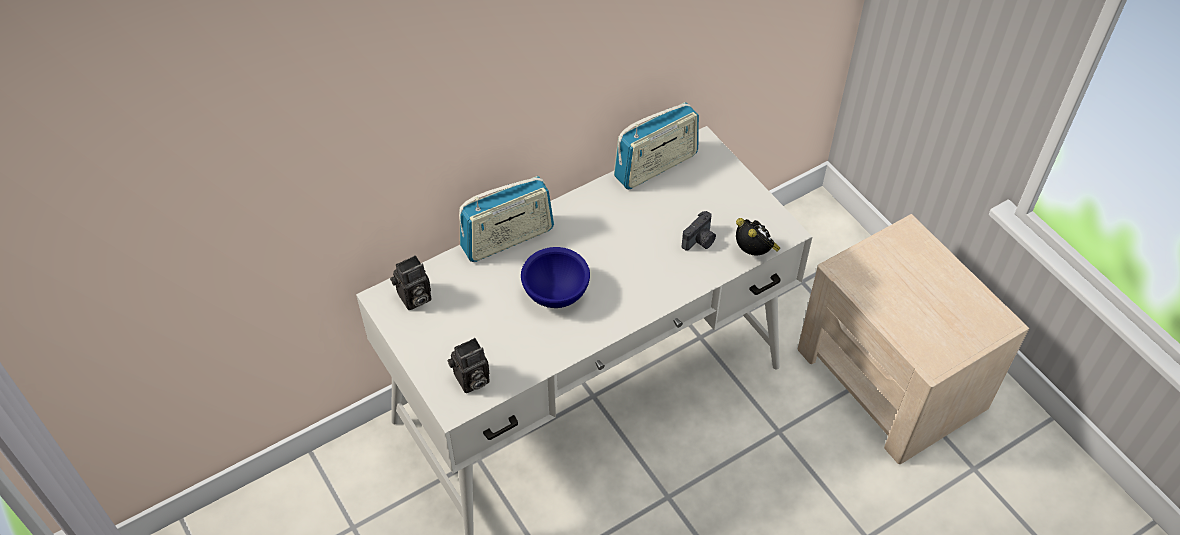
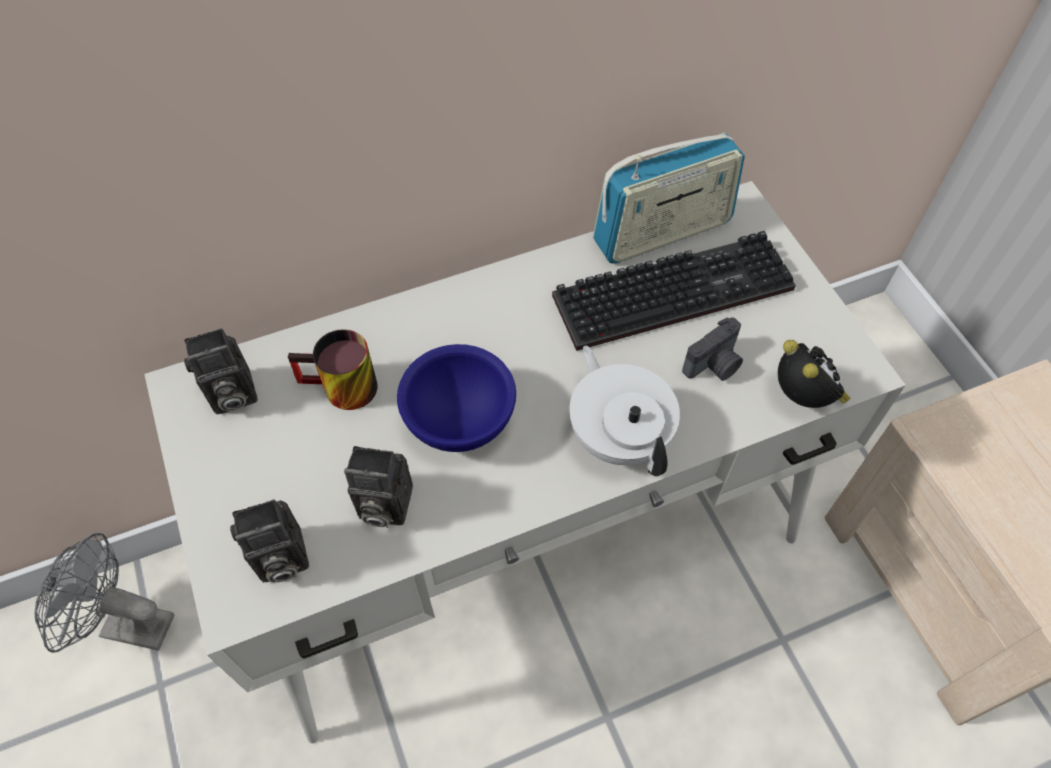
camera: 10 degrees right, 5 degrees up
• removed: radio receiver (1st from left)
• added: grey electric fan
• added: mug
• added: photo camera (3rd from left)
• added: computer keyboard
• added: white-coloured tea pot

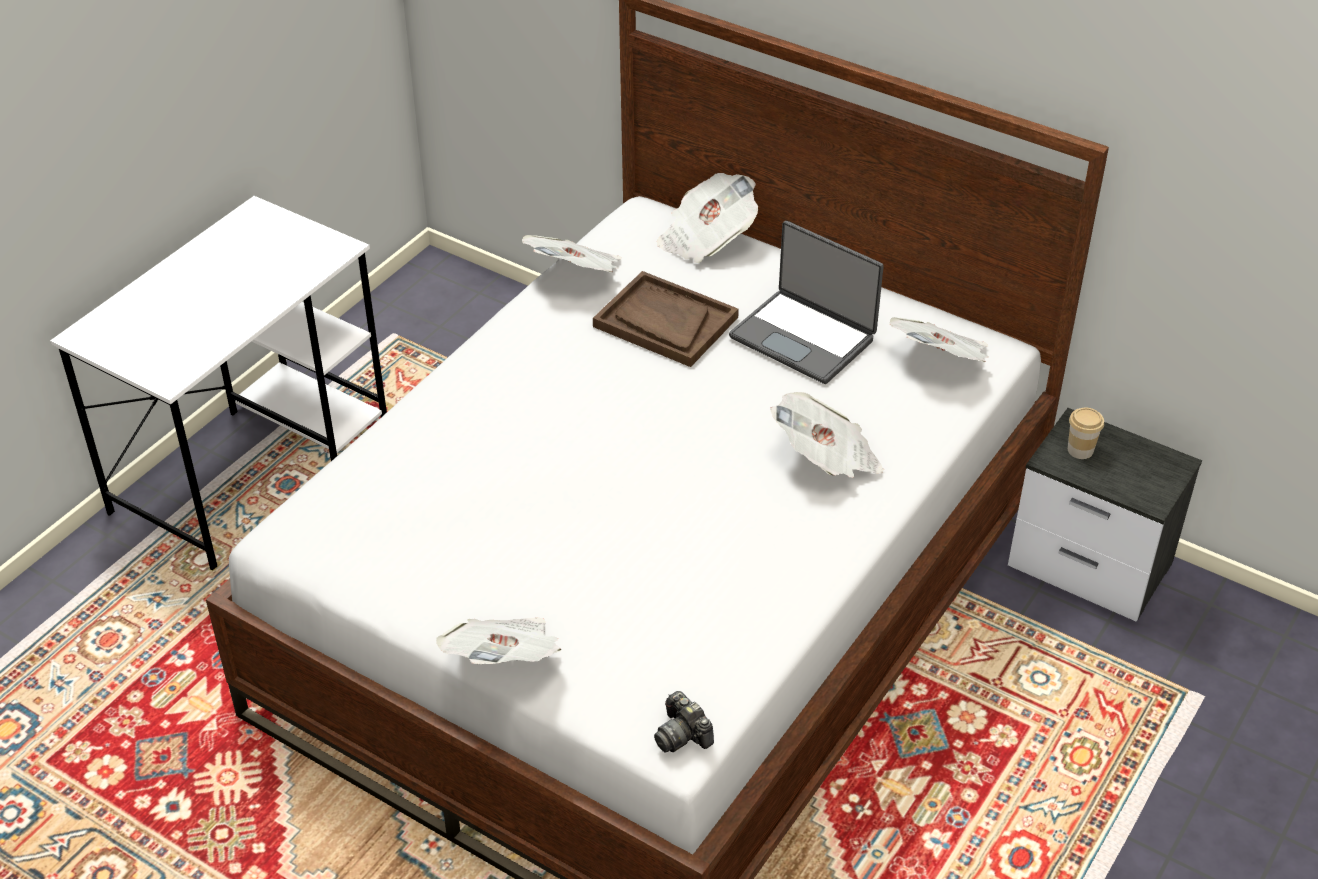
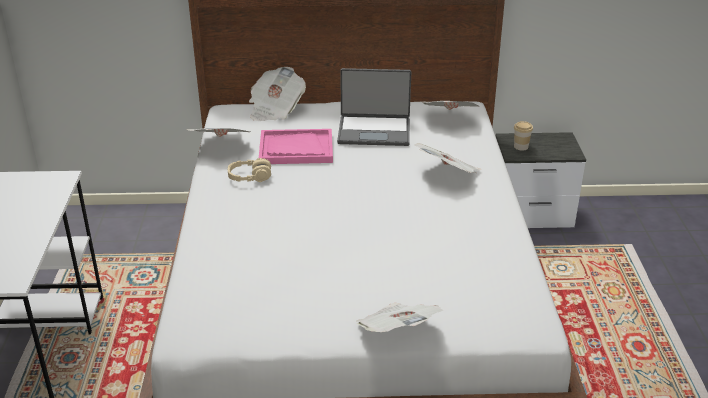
camera: 35 degrees left, 10 degrees down
• recoloured: brown carrying tray to pink-coloured carrying tray
• removed: photo camera
• added: sand-coloured headset

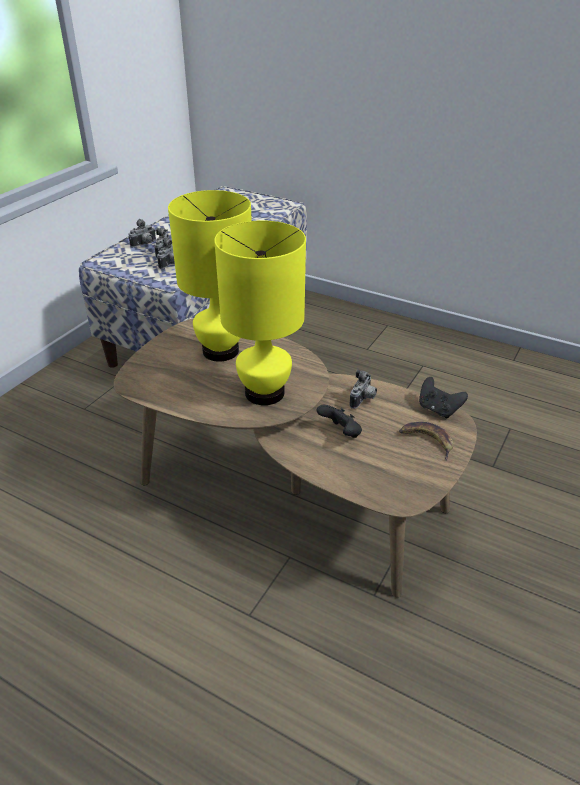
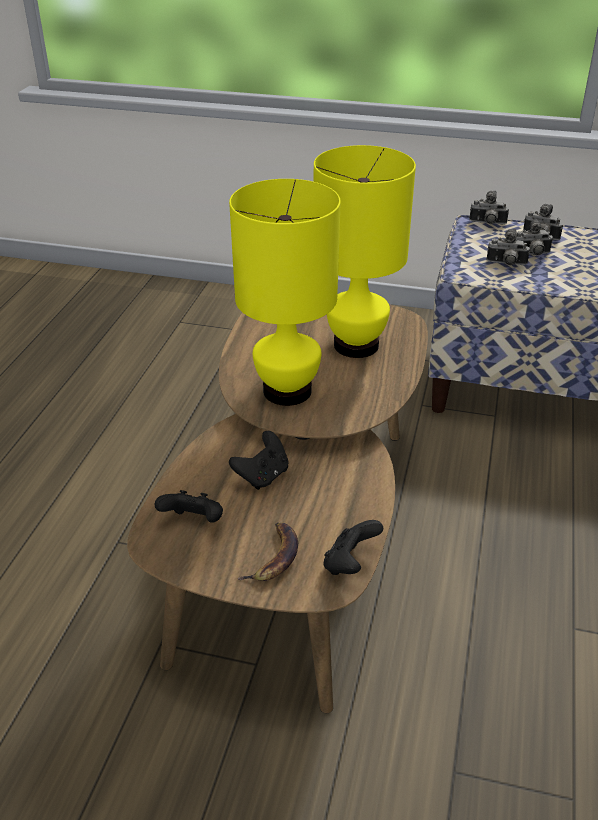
camera: 75 degrees right, 0 degrees up
• moved: photo camera (4th from left in the first image) to photo camera (1st from left)
• added: blackish game controller (1st from left)

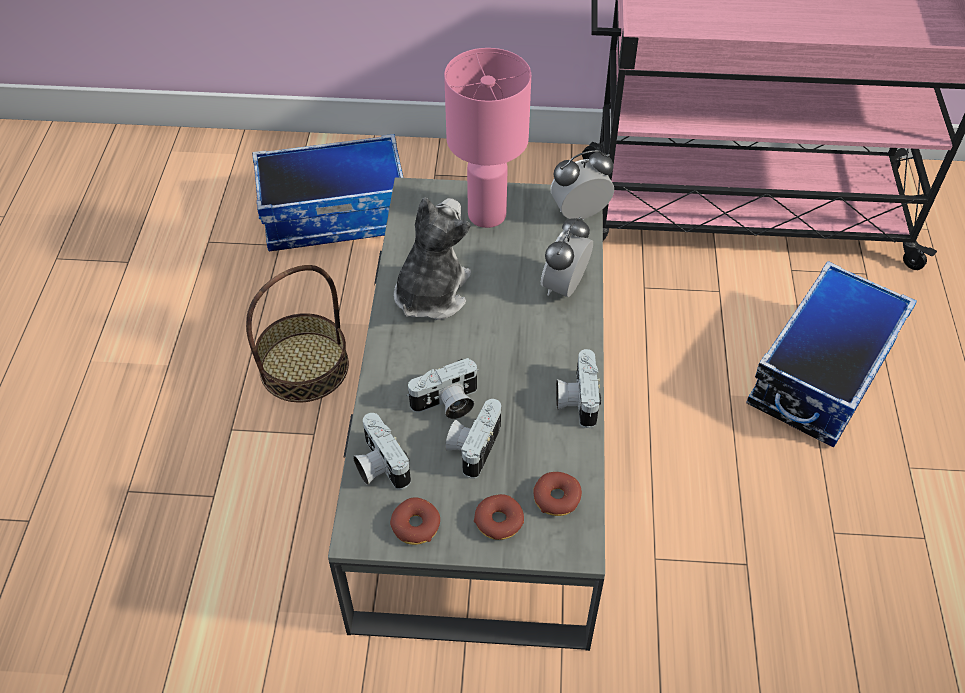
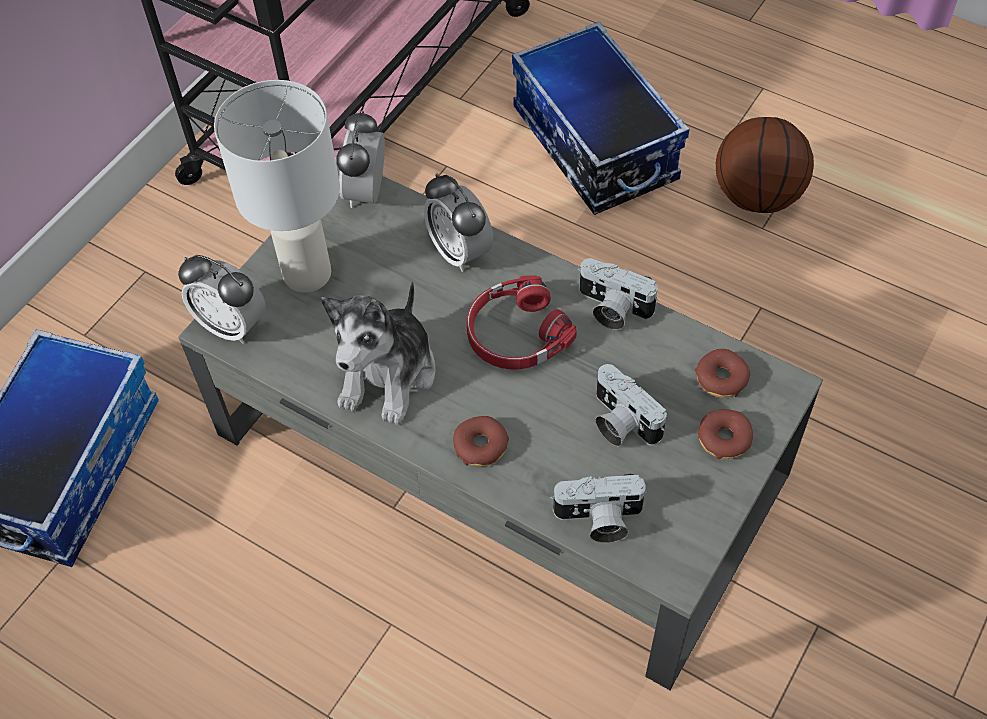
camera: 60 degrees left, 5 degrees up
• removed: storage basket
• moved: doughnut (1st from left)
• turned: soft toy 120 degrees counterclockwise
• removed: photo camera (2nd from left)
• recoloured: pink-coloured table lamp to white-coloured table lamp
• added: alarm clock (1st from left)
• added: red headset
• added: basketball

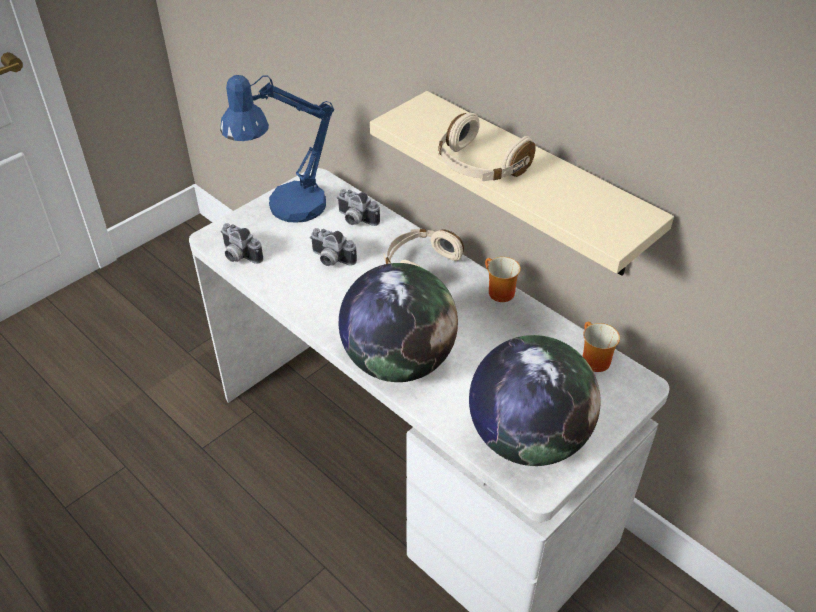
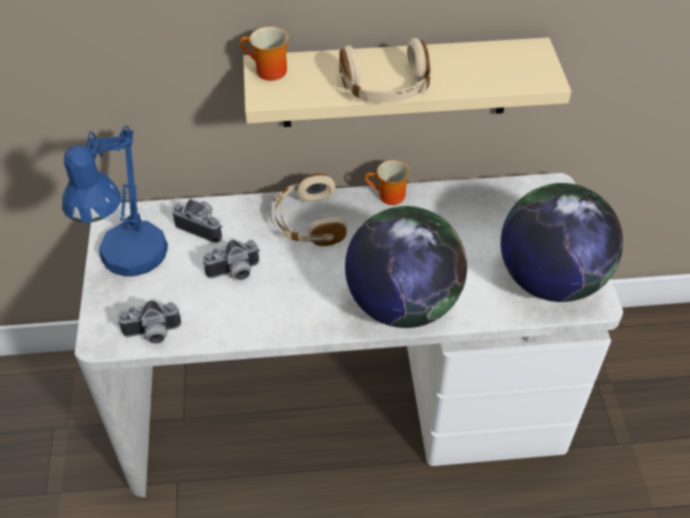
camera: 50 degrees left, 5 degrees up
• turned: photo camera (3rd from left in the first image) 135 degrees counterclockwise
• moved: mug (2nd from left in the first image) to mug (1st from left)

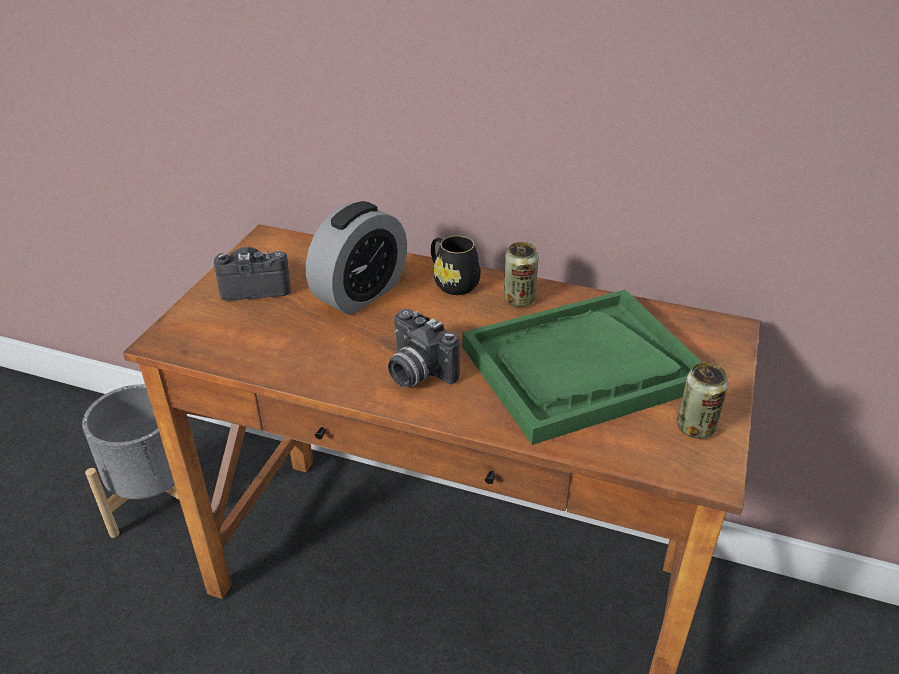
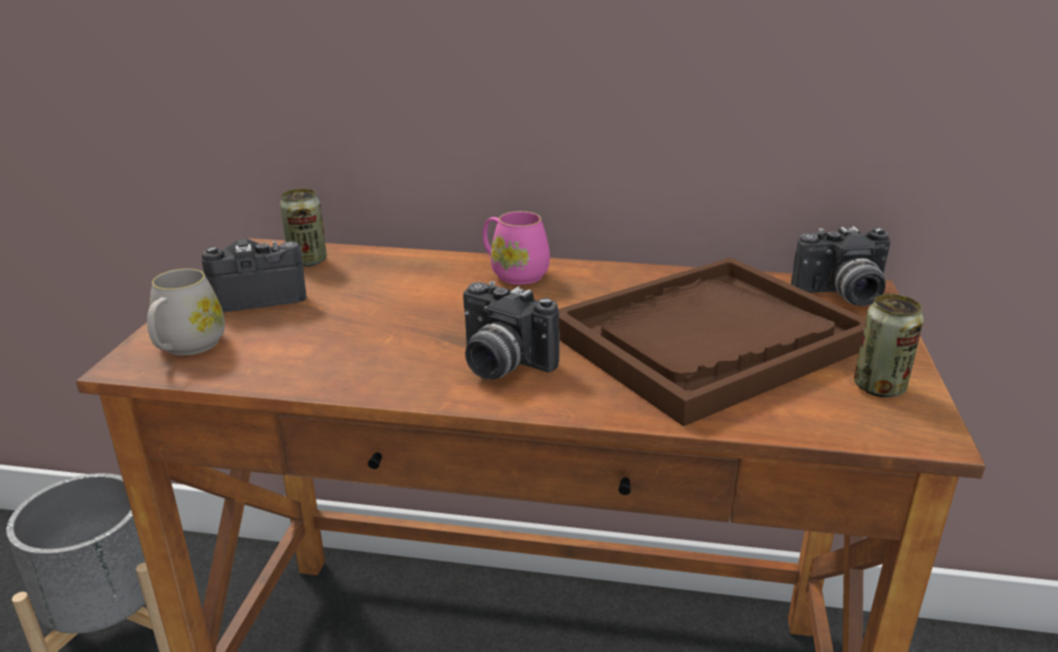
camera: 10 degrees left, 10 degrees down
• removed: alarm clock
• recoloured: blackish mug to pink-coloured mug
• recoloured: green-coloured carrying tray to brown carrying tray
• moved: sealed can (1st from left)
• added: white-coloured mug
• added: photo camera (3rd from left)

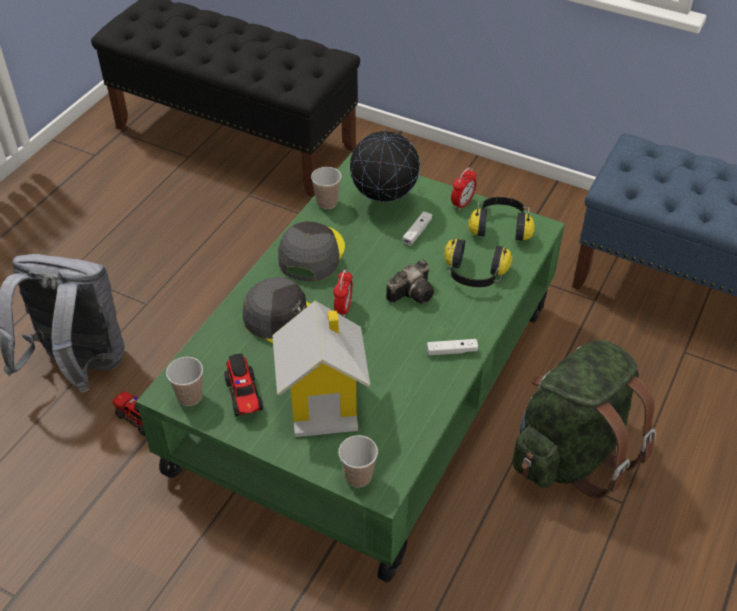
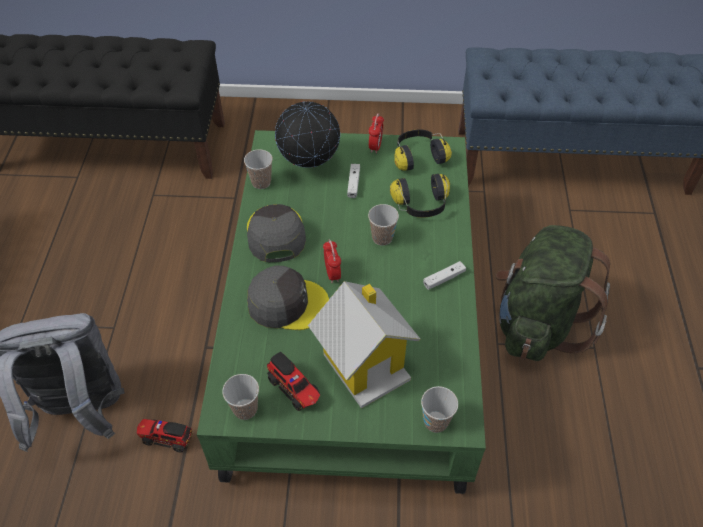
camera: 25 degrees left, 5 degrees up
• replaced: photo camera to small cup (3rd from left)

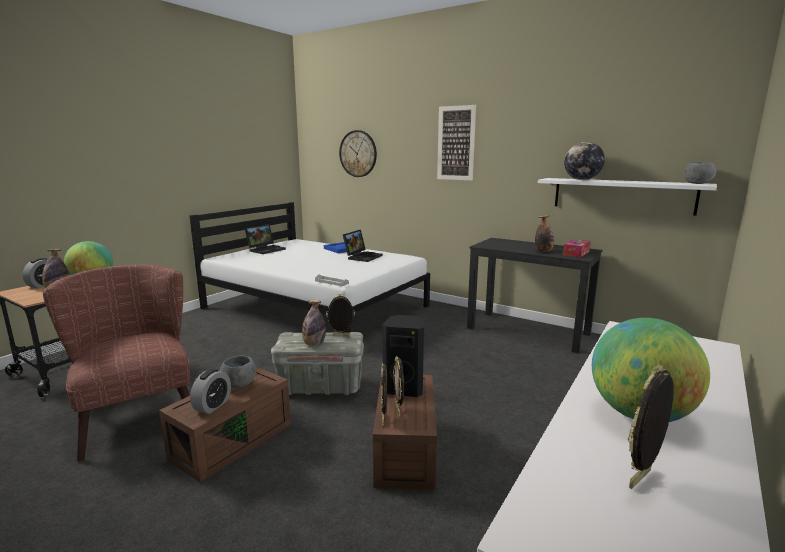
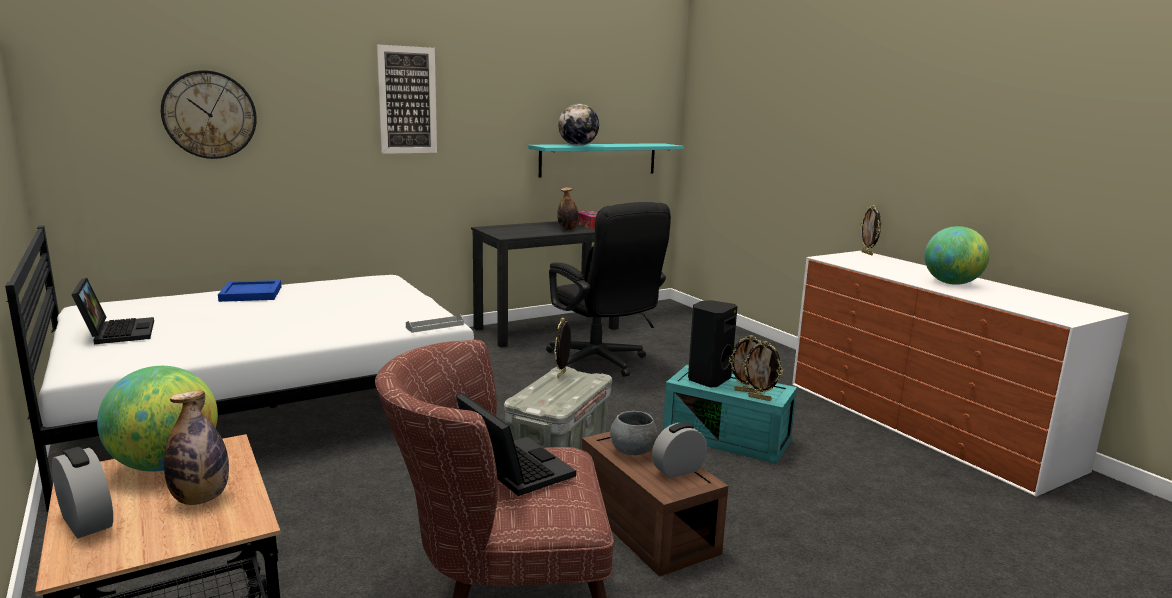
camera: 65 degrees left, 0 degrees up
• turned: alarm clock (2nd from left) 75 degrees counterclockwise
• removed: bottle (2nd from left)
• moved: laptop (2nd from left)
• recoloured: brown storage container (2nd from left) to blue-green storage container
• recoloured: white-coloured bracket shelf to blue-green bracket shelf
• moved: picture frame (4th from left)
• removed: grey bowl (2nd from left)
• added: blackish computer chair

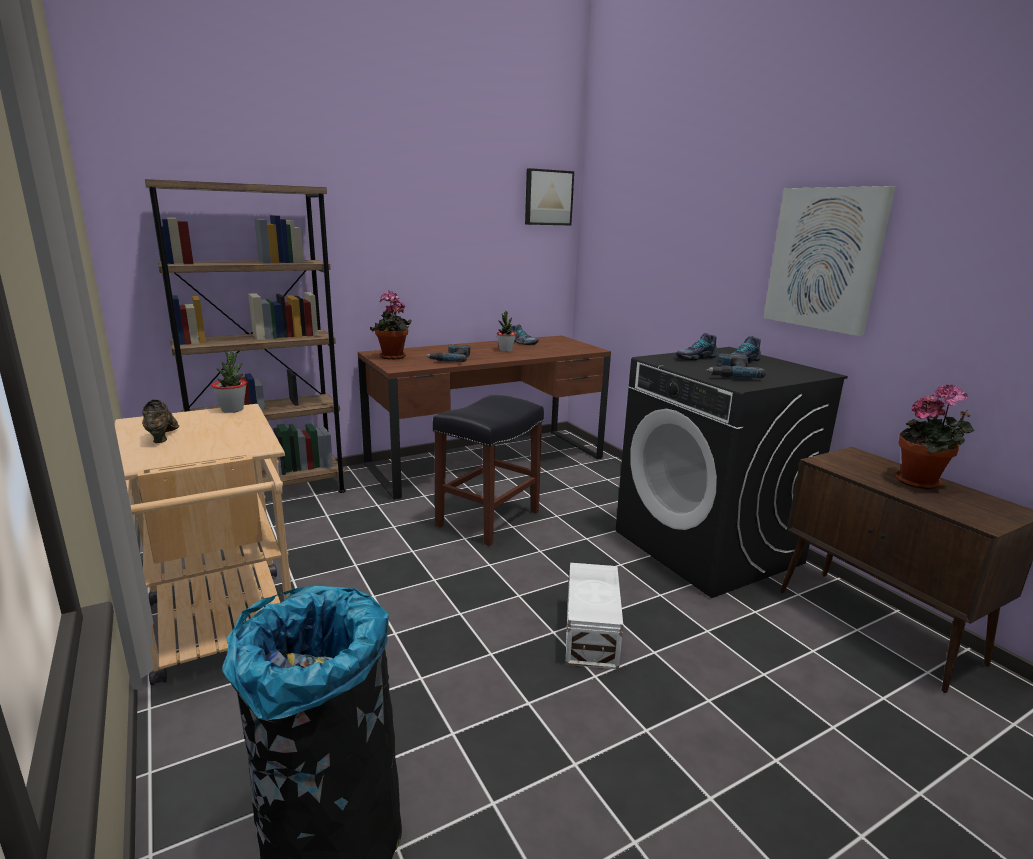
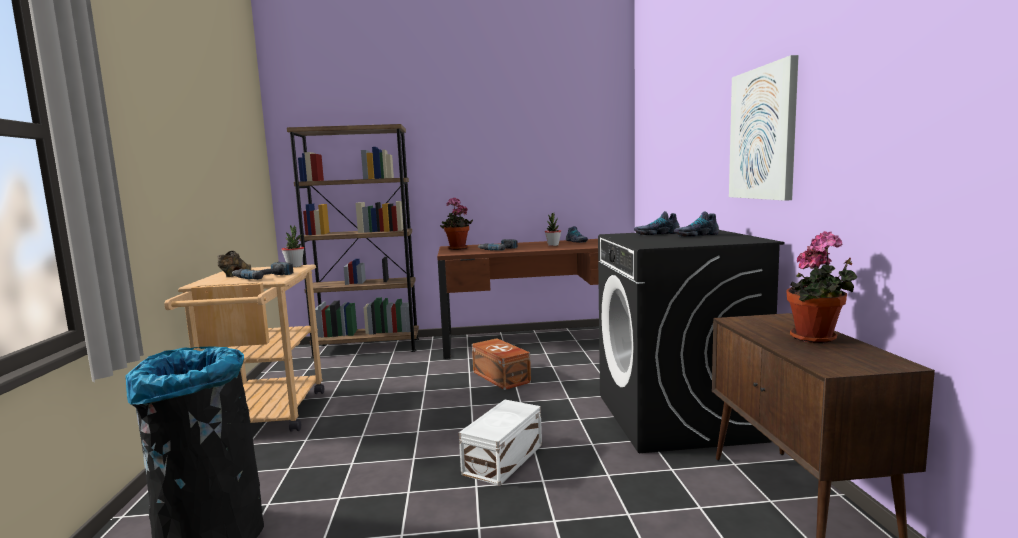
camera: 25 degrees right, 10 degrees down
• replaced: blackish sitting stool to brown storage container
• removed: picture (1st from left)
• moved: power drill (2nd from left in the first image) to power drill (1st from left)

